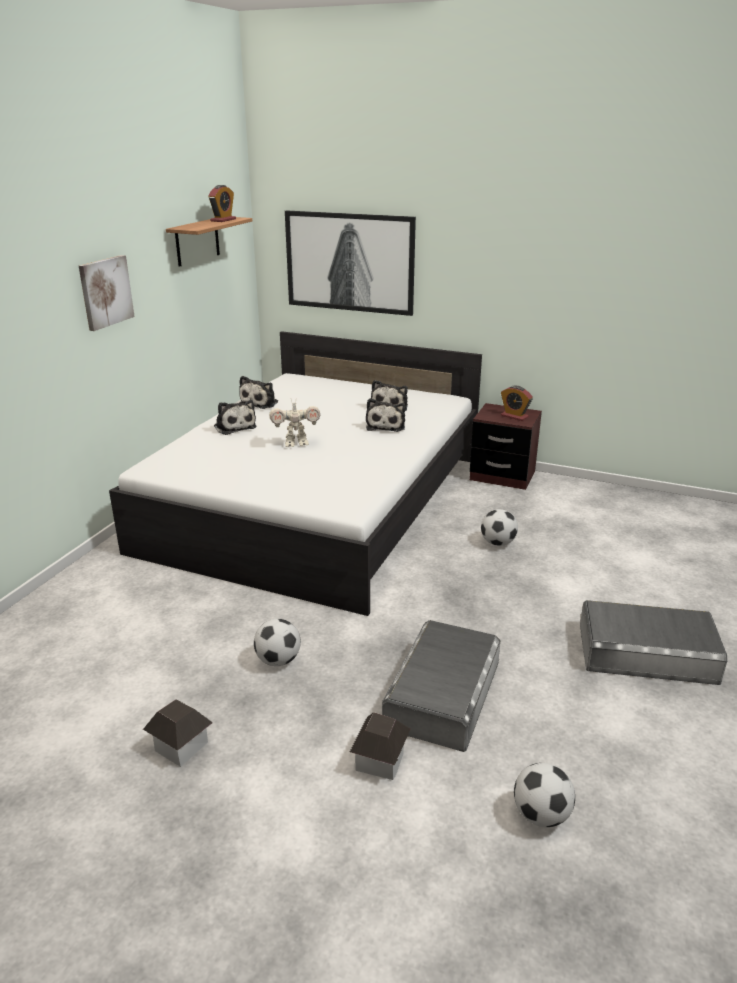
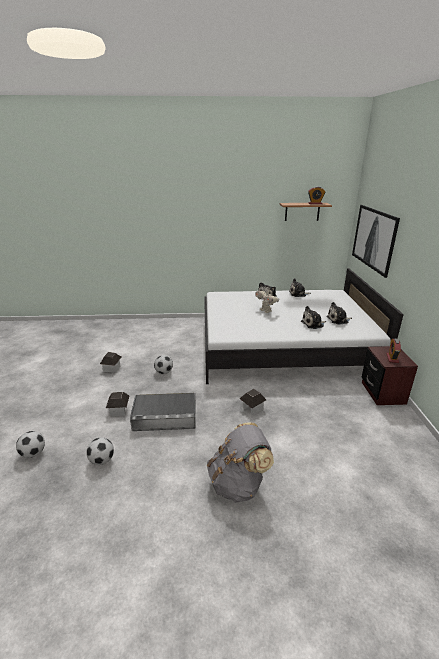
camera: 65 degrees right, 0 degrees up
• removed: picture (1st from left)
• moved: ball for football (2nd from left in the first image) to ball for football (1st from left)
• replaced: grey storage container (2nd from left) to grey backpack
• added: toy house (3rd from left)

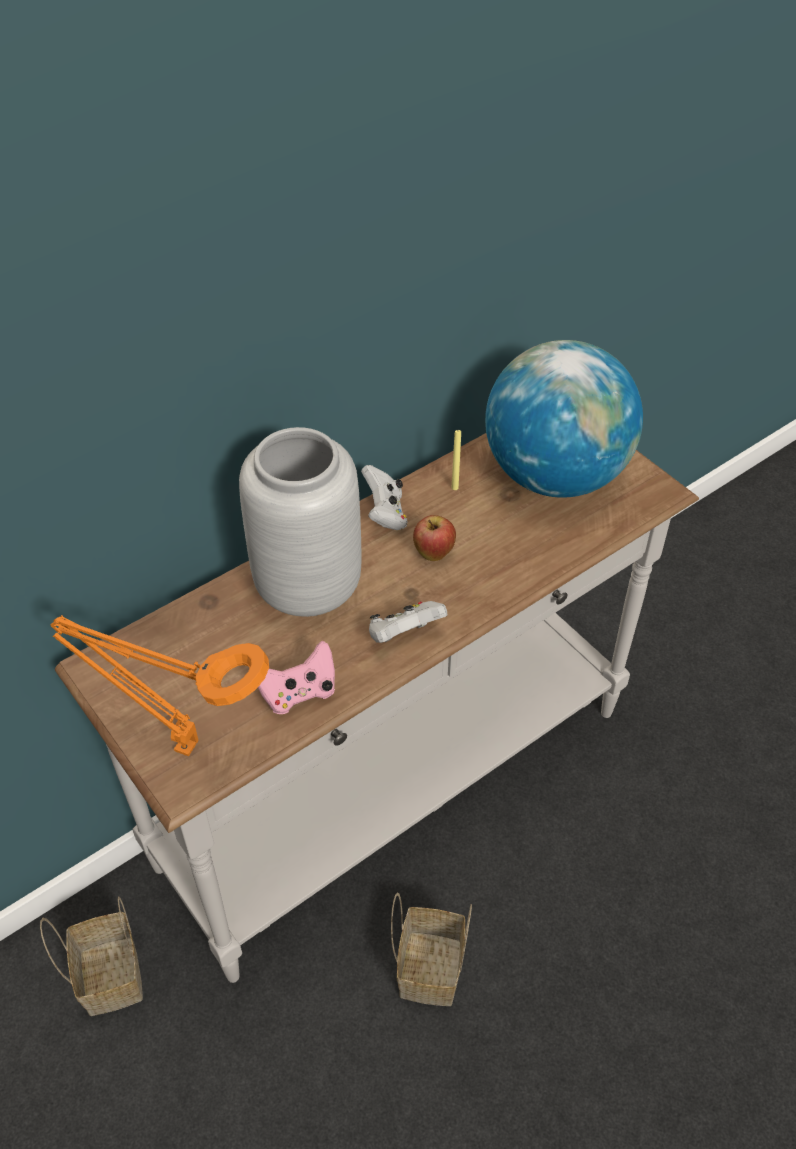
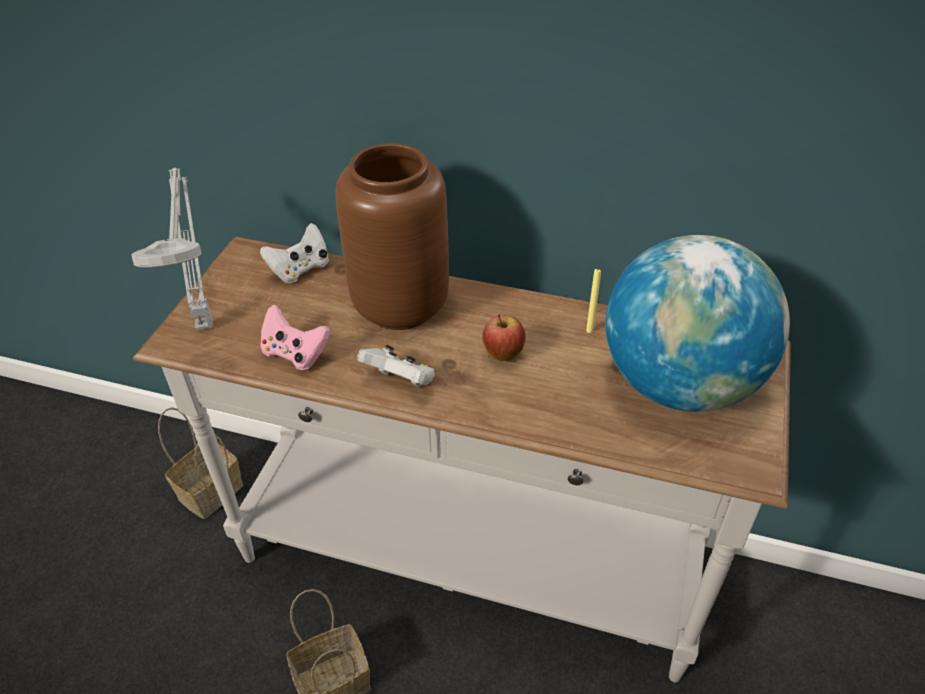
camera: 55 degrees right, 5 degrees down
• recoloured: orange-coloured table lamp to grey table lamp
• recoloured: grey flower vase to brown flower vase
• moved: white-coloured game controller (1st from left)

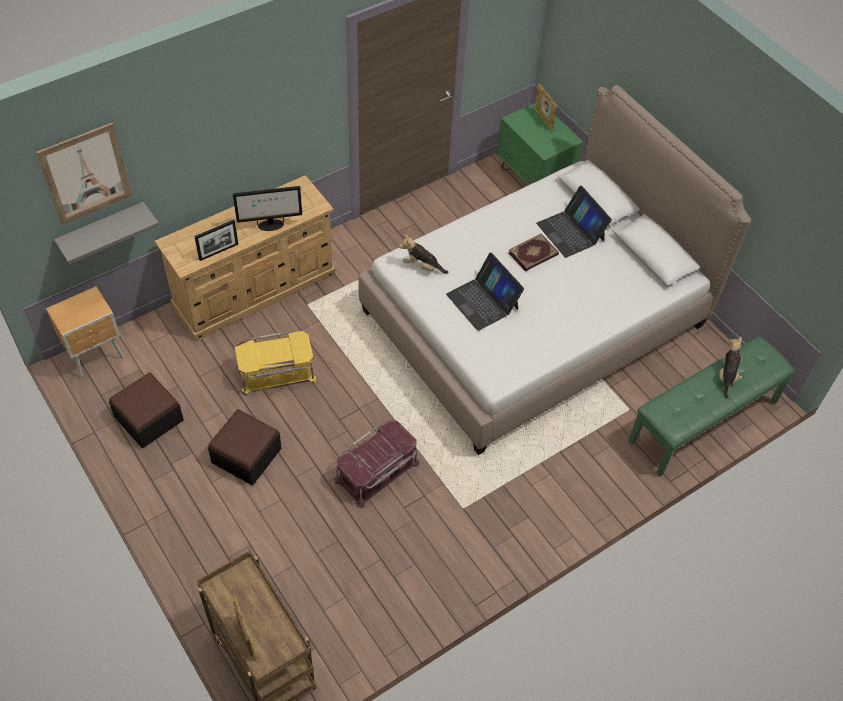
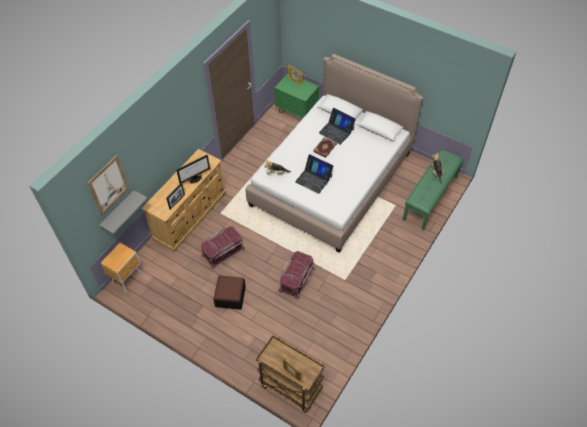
camera: 20 degrees left, 0 degrees up
• removed: pouffe (1st from left)
• recoloured: yellow storage container to red storage container (1st from left)

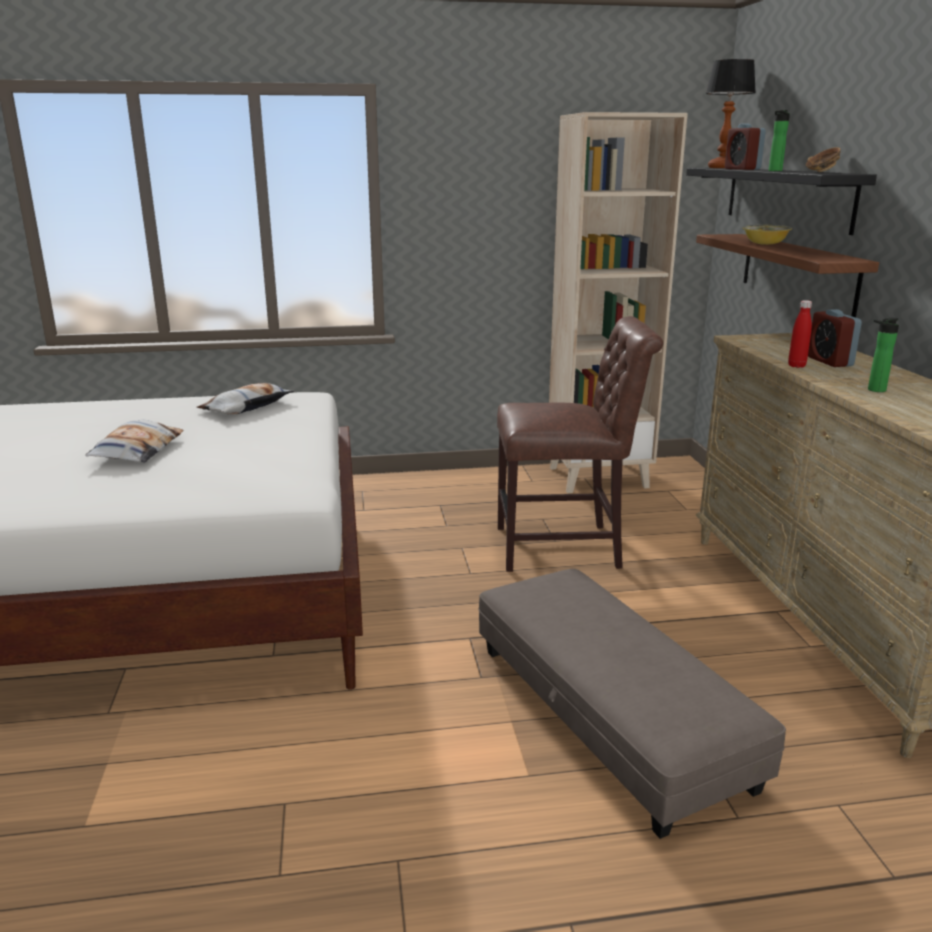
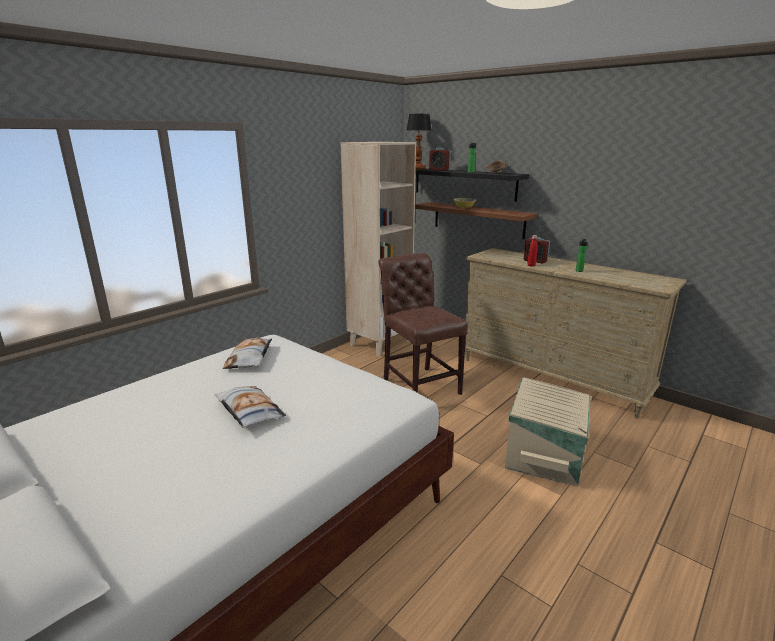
camera: 40 degrees left, 0 degrees up
• replaced: grey pouffe to sand-coloured storage container
• turned: brown chair 75 degrees counterclockwise

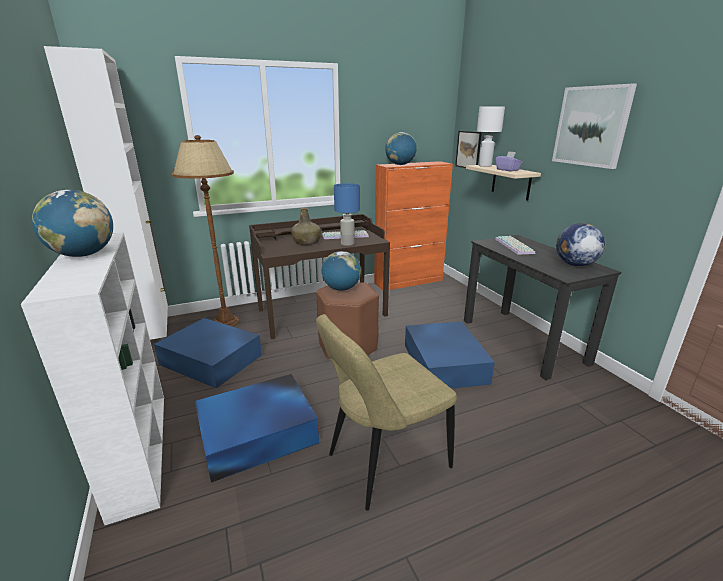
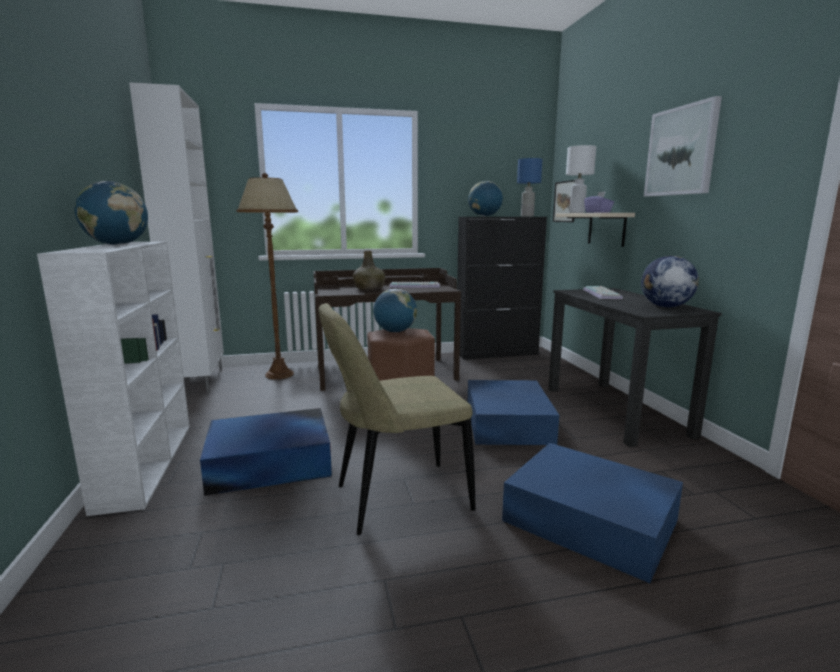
camera: 10 degrees right, 10 degrees down
• moved: blue-coloured storage container (1st from left in the first image) to blue-coloured storage container (3rd from left)
• moved: blue-coloured table lamp
• recoloured: orange-coloured cabinet to blackish cabinet

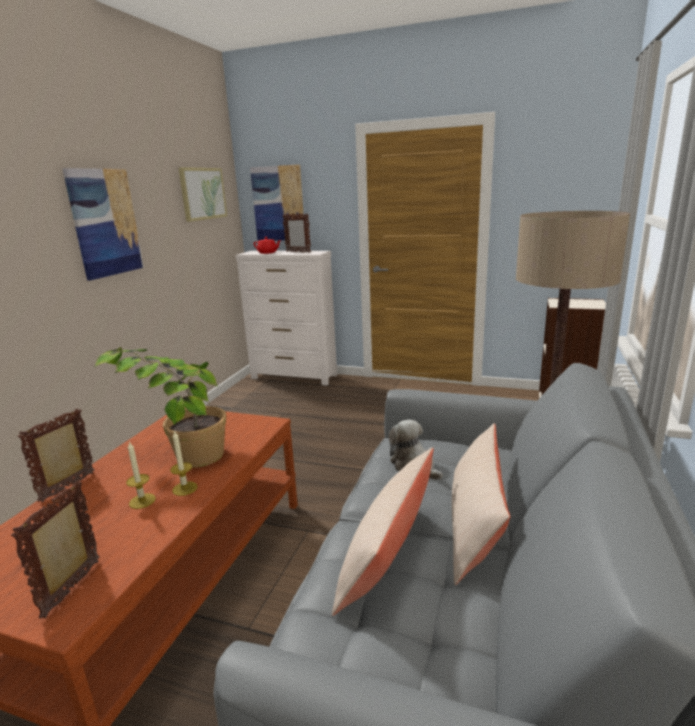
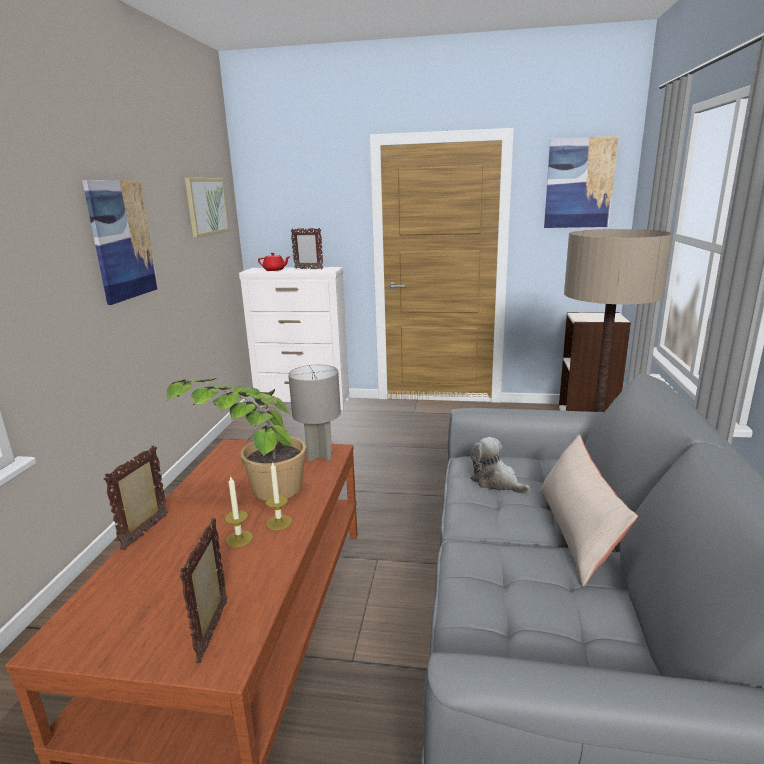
camera: 10 degrees left, 0 degrees up
• moved: picture (3rd from left)
• removed: sand-coloured cushion (1st from left)
• added: grey table lamp

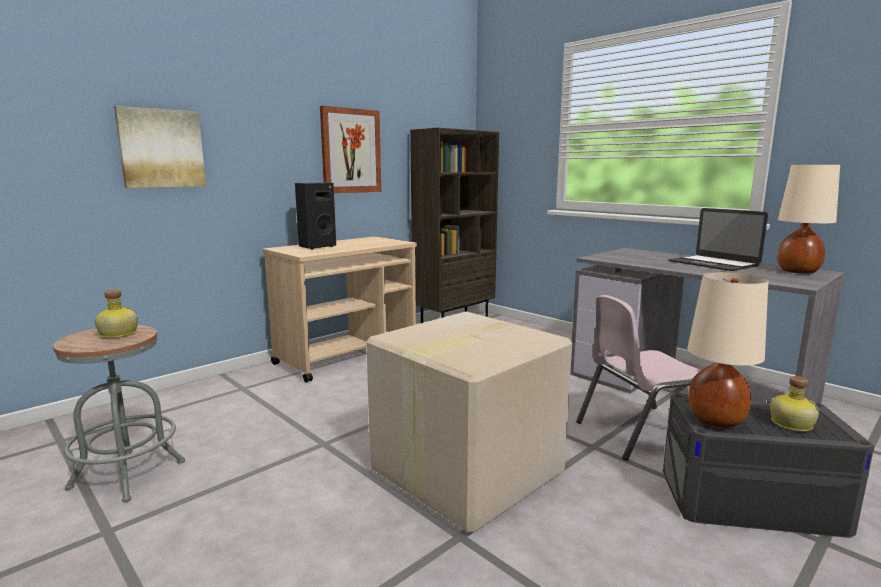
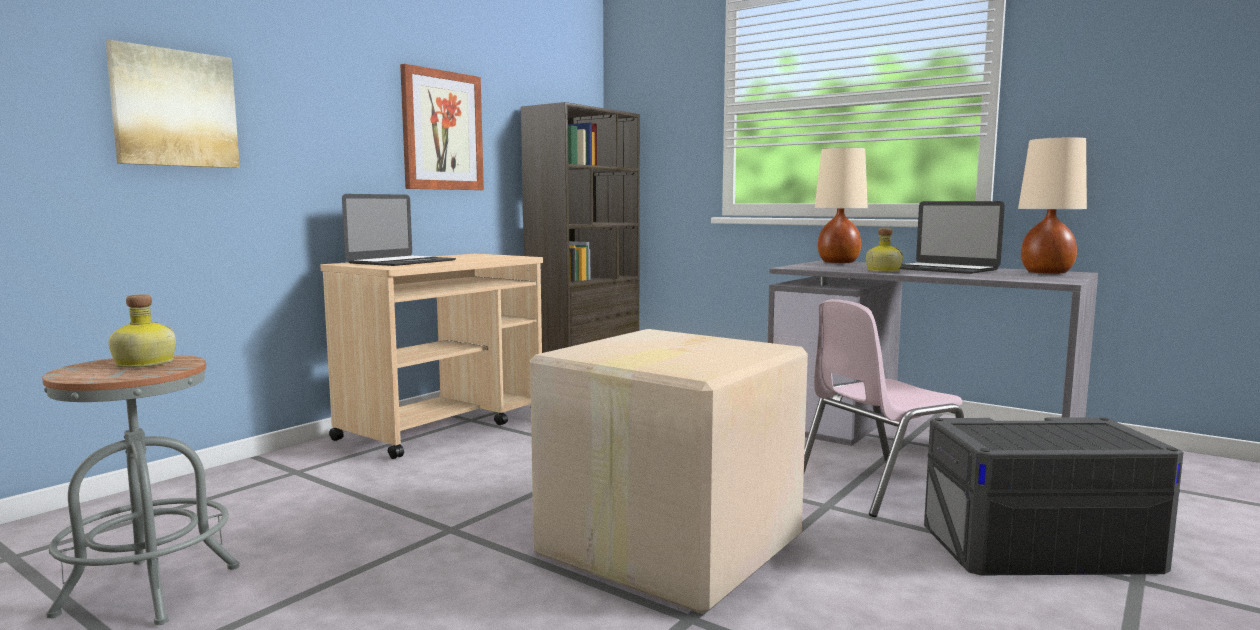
camera: 10 degrees left, 5 degrees down
• replaced: blackish loudspeaker to laptop (1st from left)
• moved: sand-coloured table lamp (1st from left)
• moved: bottle (2nd from left)

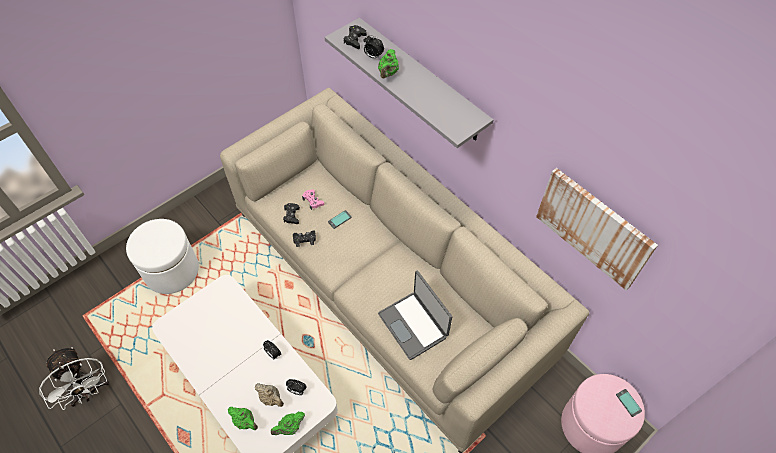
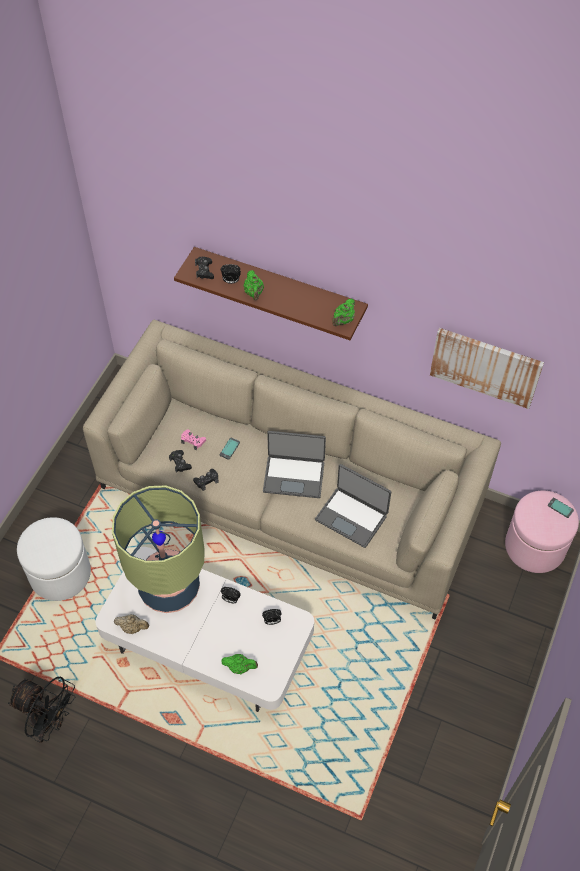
camera: 25 degrees left, 0 degrees up
• recoloured: white-coloured electric fan to blackish electric fan
• moved: sand-coloured tea pot
• moved: green-coloured tea pot (2nd from left in the first image) to green-coloured tea pot (3rd from left)
• recoloured: grey bracket shelf to brown bracket shelf
• added: table lamp
• added: laptop (1st from left)

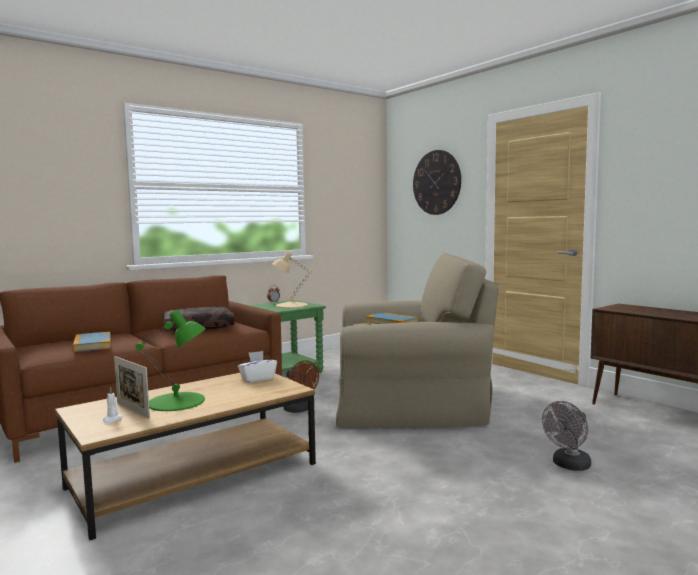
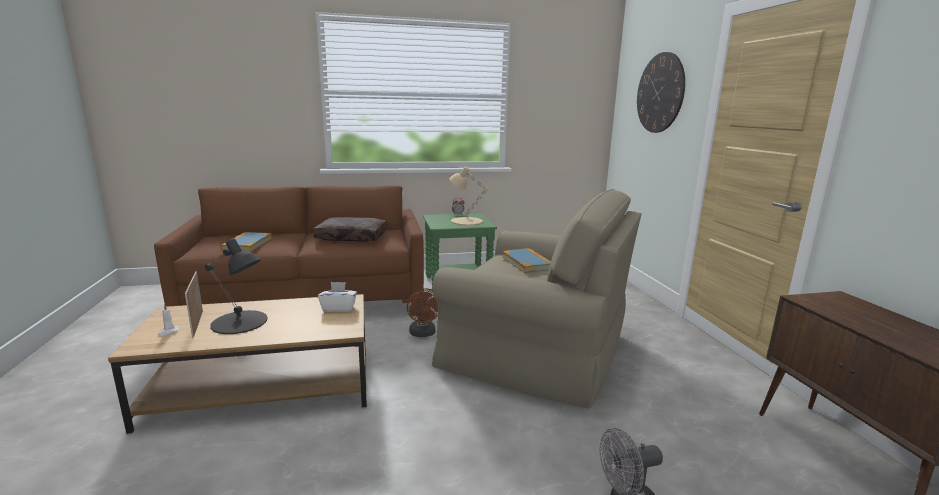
camera: 25 degrees right, 10 degrees up
• recoloured: green-coloured table lamp to blackish table lamp

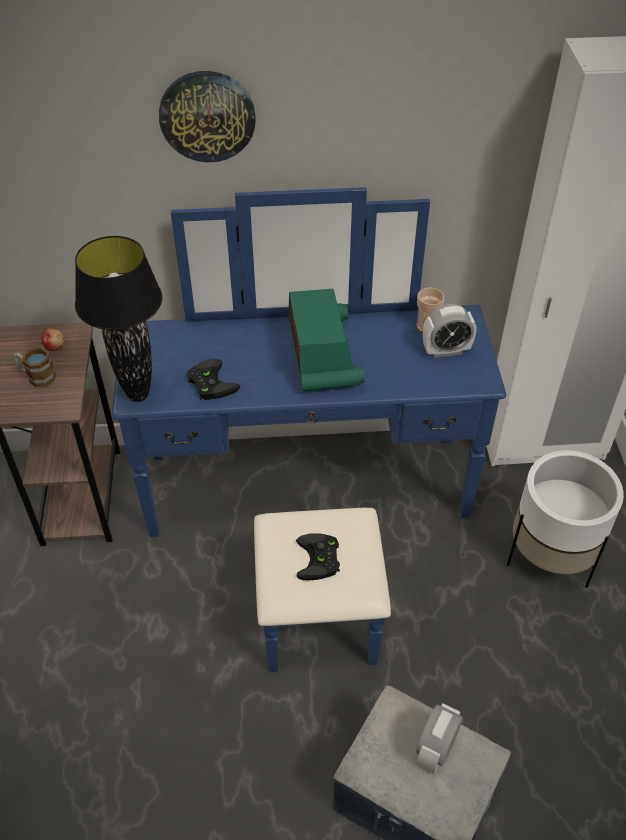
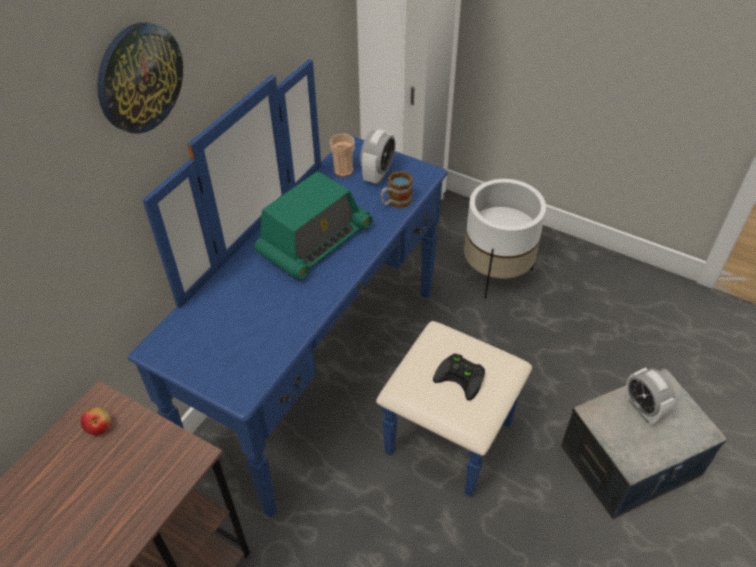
camera: 55 degrees left, 0 degrees up
• moved: mug
• removed: blackish table lamp
• removed: blackish game controller (1st from left)
• turned: radio receiver 105 degrees clockwise

